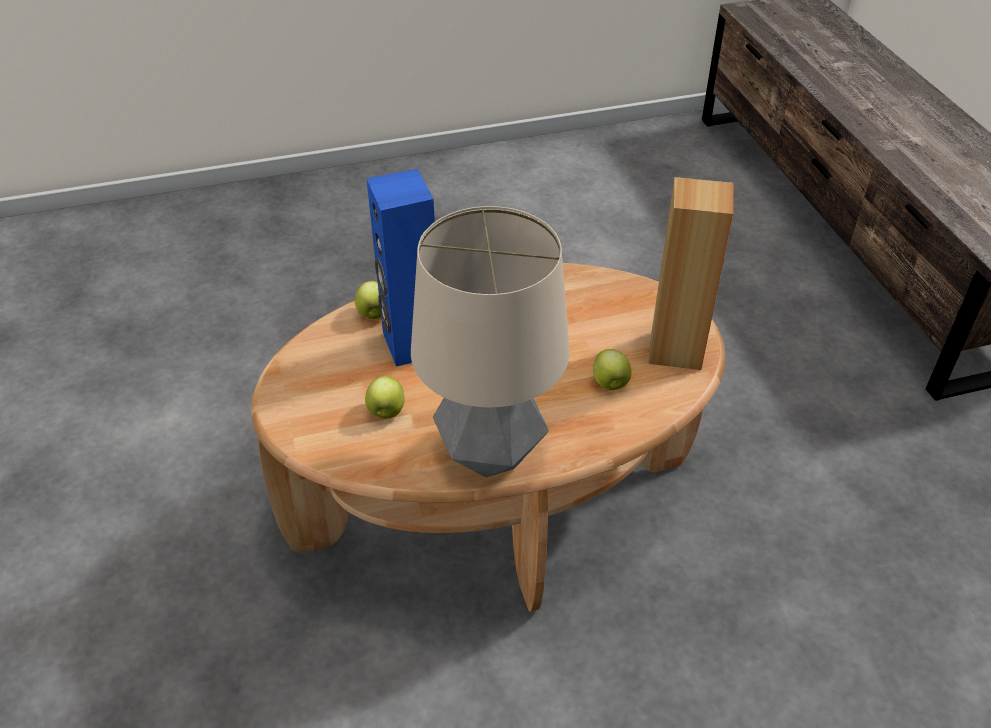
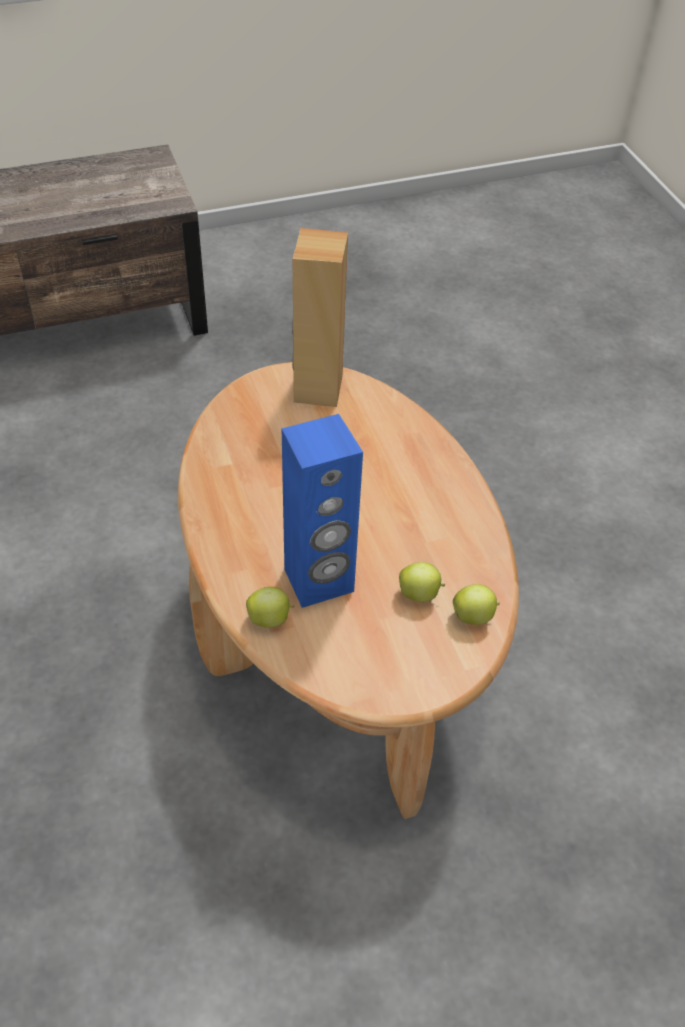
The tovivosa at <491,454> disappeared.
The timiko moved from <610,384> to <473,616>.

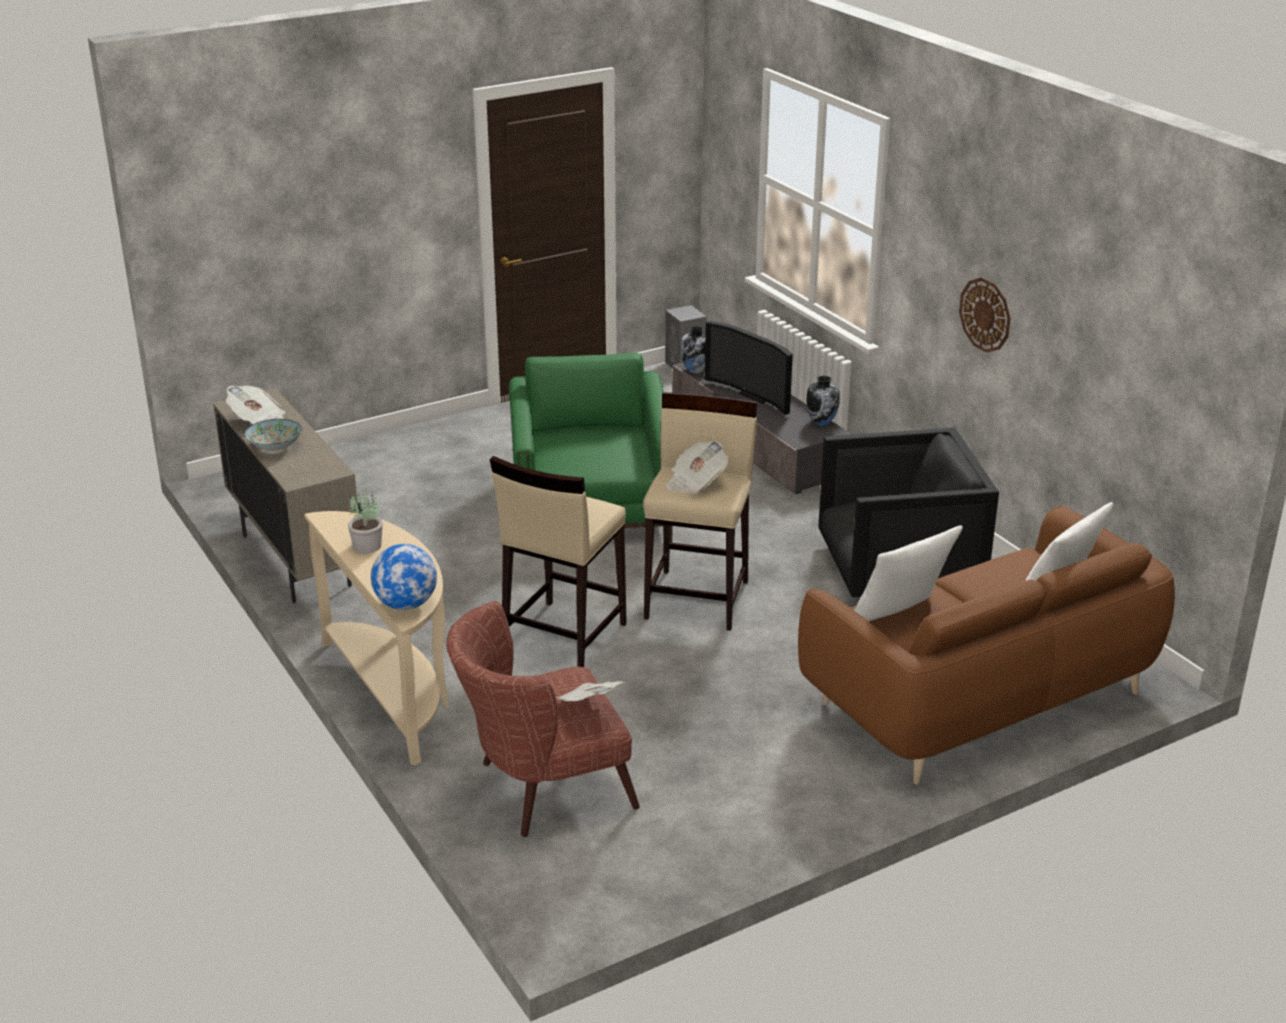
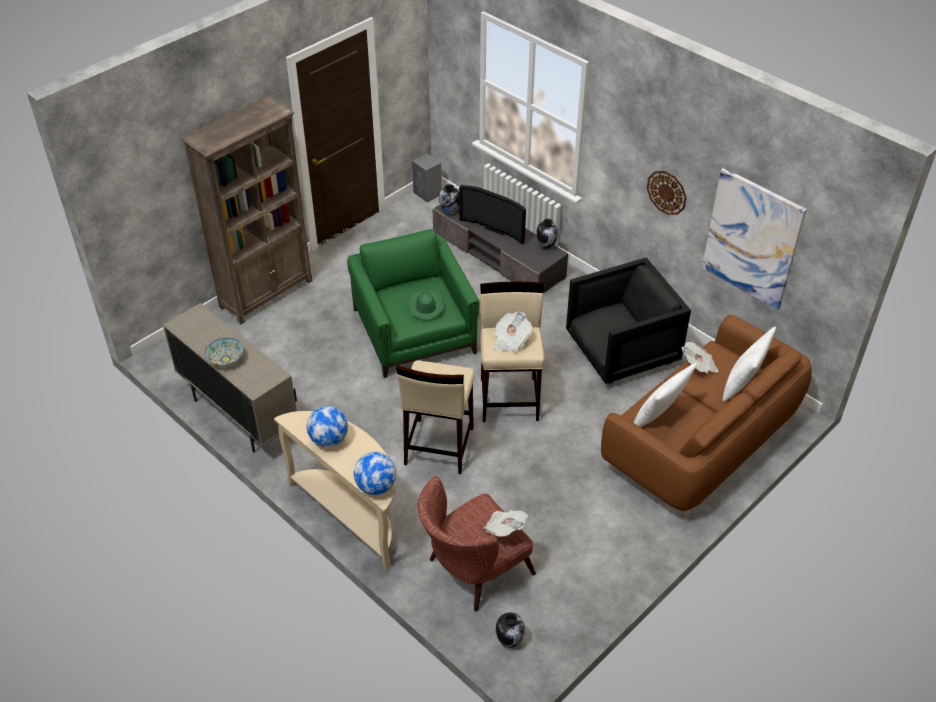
The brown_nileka at <267,293> appeared.
The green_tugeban at <425,306> appeared.
The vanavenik at <509,641> appeared.
The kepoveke at <752,239> appeared.
The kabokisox moved from <258,421> to <698,366>.
The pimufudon at <368,546> was replaced by the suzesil at <329,439>.

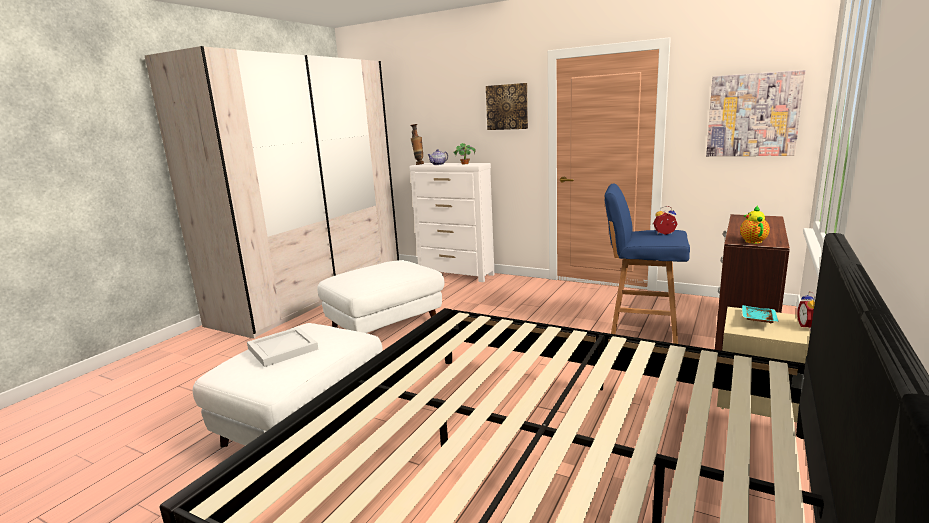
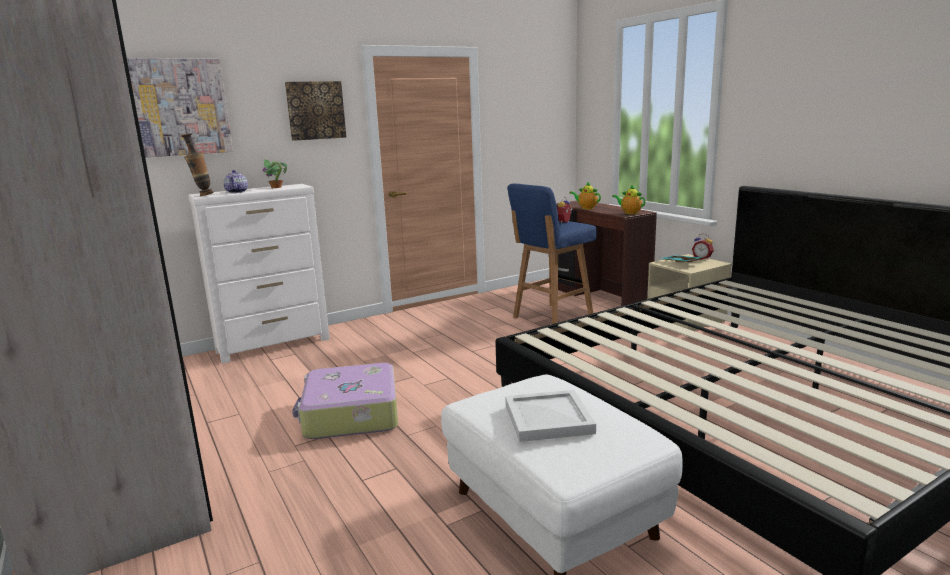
The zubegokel at <586,208> appeared.
The kepoveke moved from <753,115> to <177,107>.
The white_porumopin at <385,324> was replaced by the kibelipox at <350,415>.

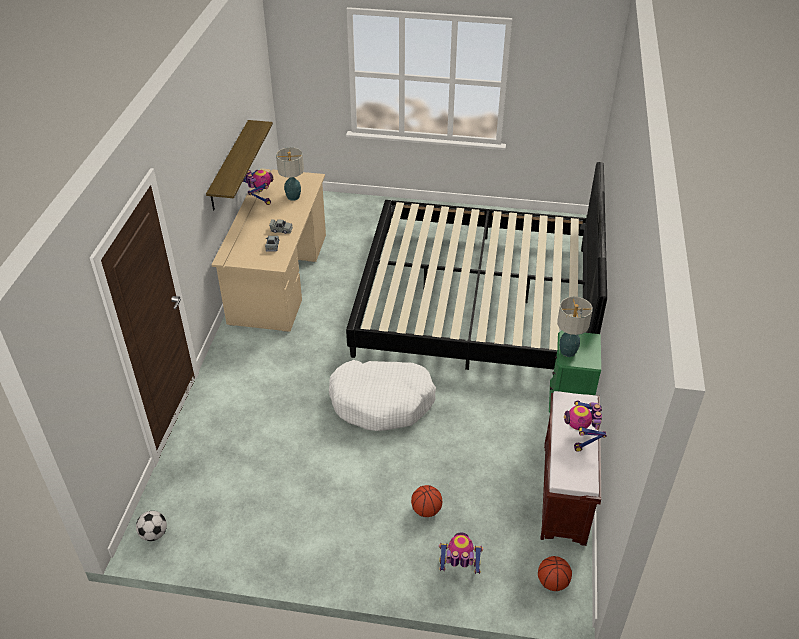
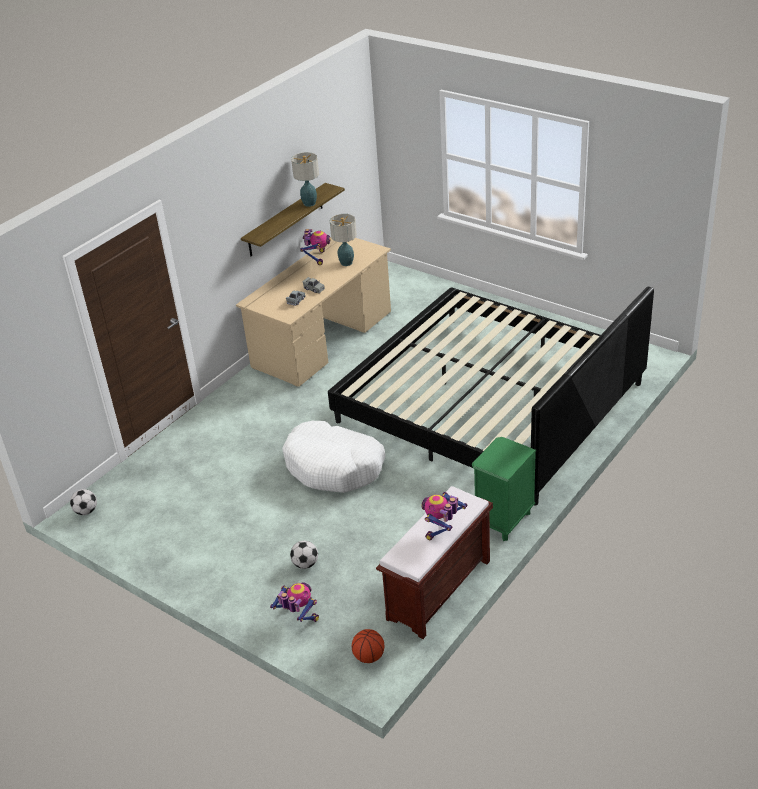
The tovivosa moved from <568,351> to <309,203>.
The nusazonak at <426,510> was replaced by the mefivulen at <305,564>.

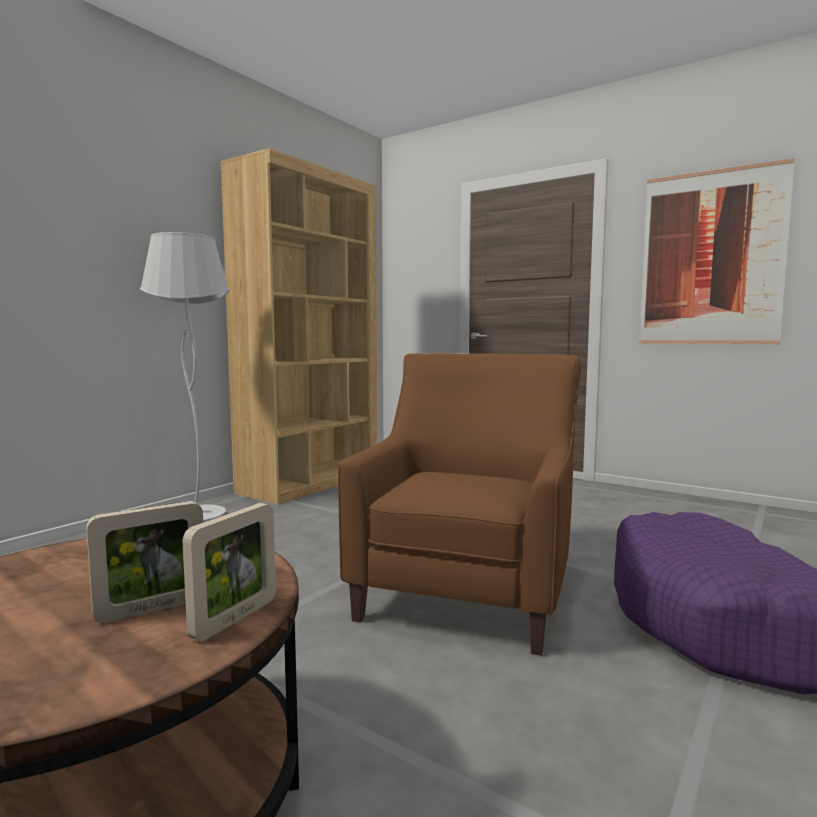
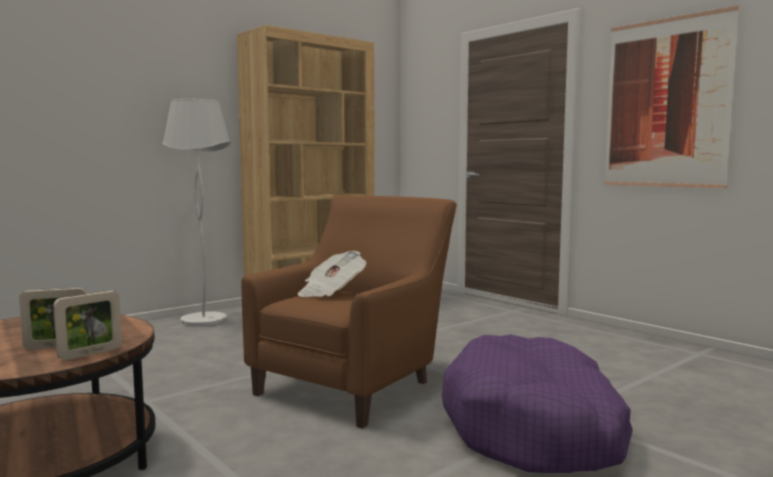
The kabokisox at <331,292> appeared.

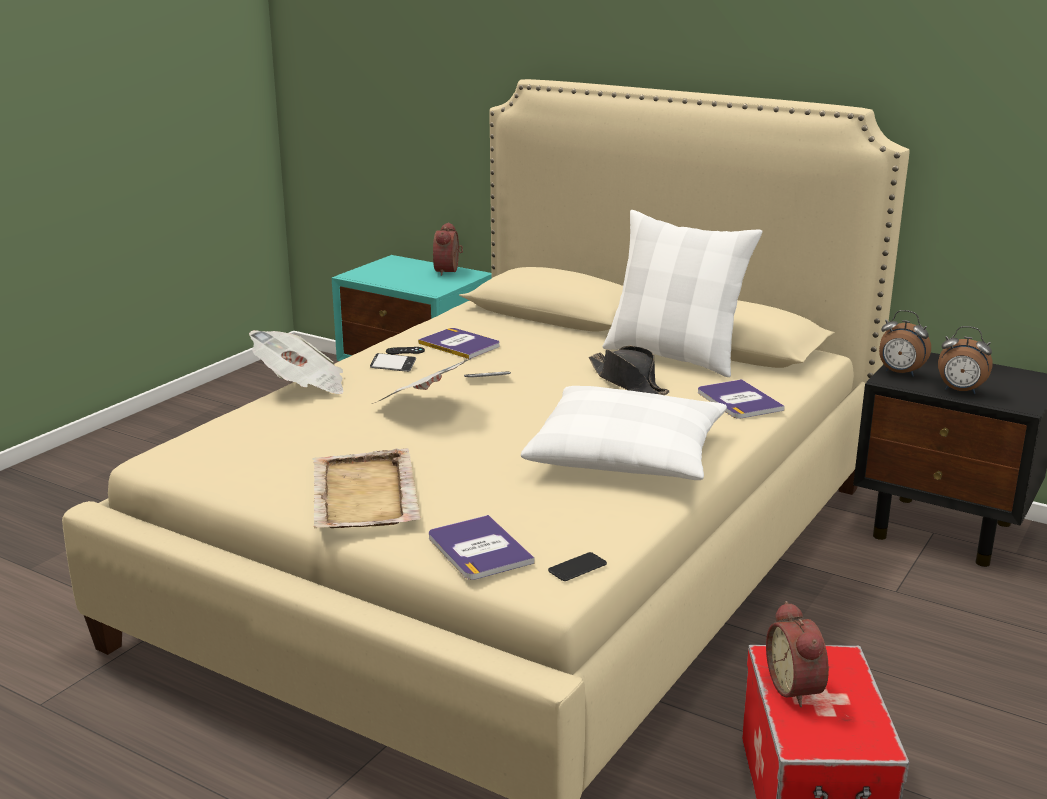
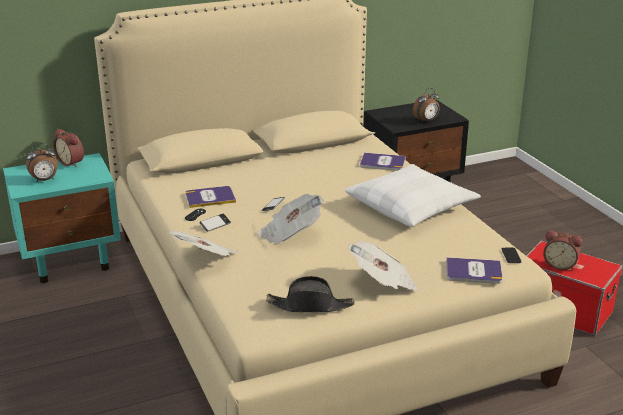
The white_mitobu at <674,356> disappeared.
The black_tugeban moved from <628,382> to <310,305>.
The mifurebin moved from <899,373> to <45,180>.
The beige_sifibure at <364,495> was replaced by the kabokisox at <383,282>.

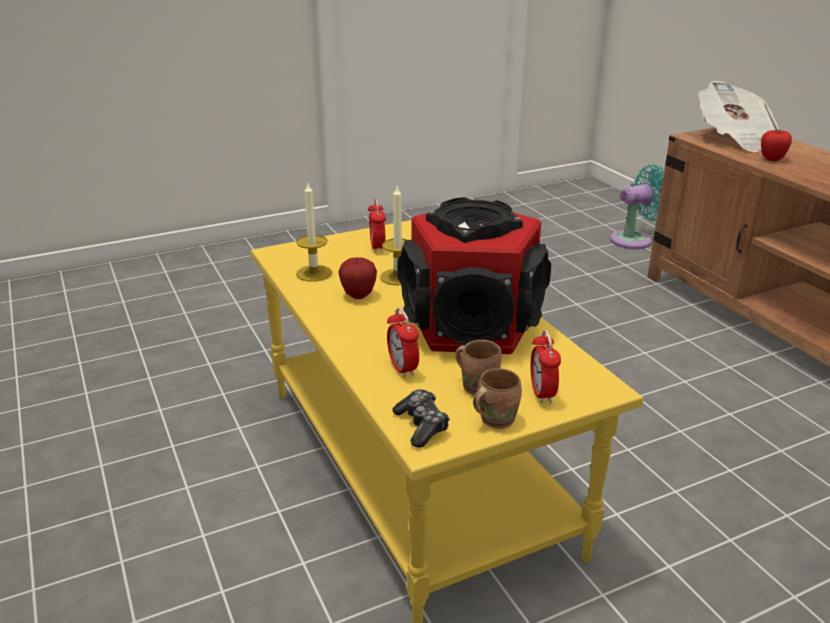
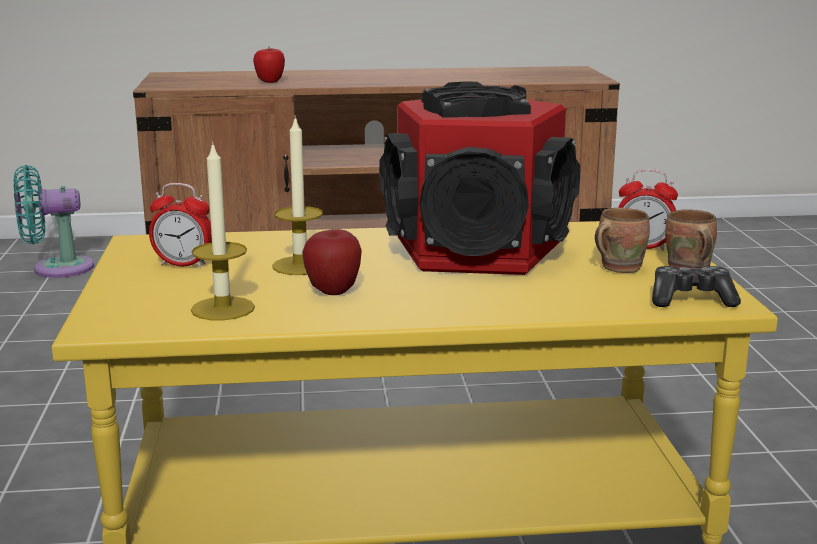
The mifurebin at <403,368> disappeared.
The kabokisox at <735,139> disappeared.
The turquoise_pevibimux at <635,240> turned 105 degrees counterclockwise.

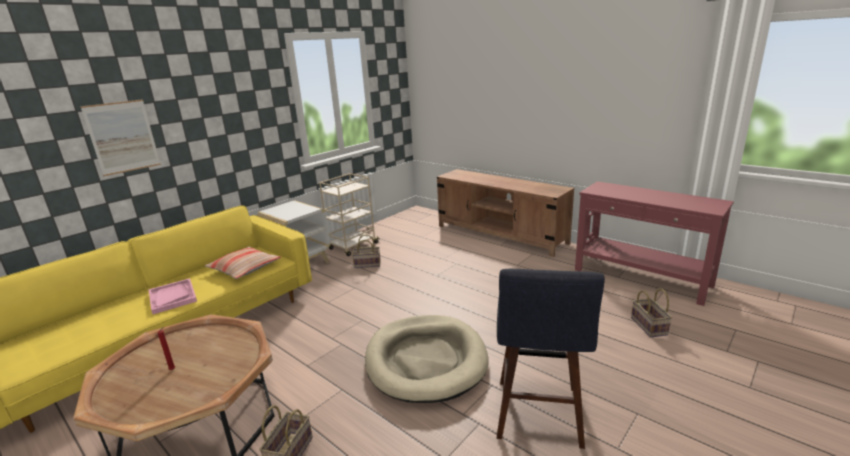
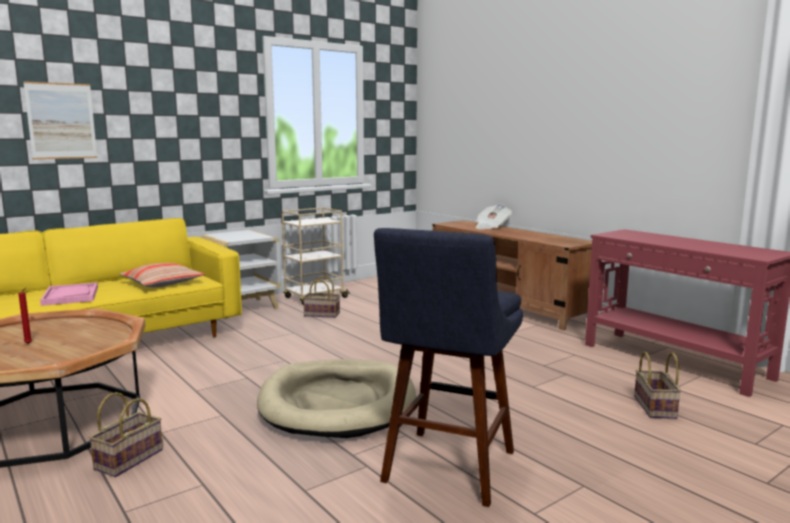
The kabokisox at <491,227> appeared.

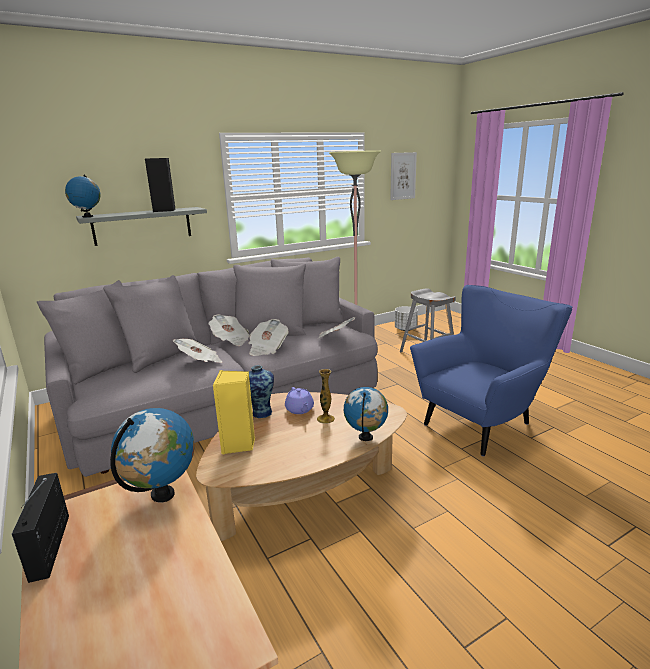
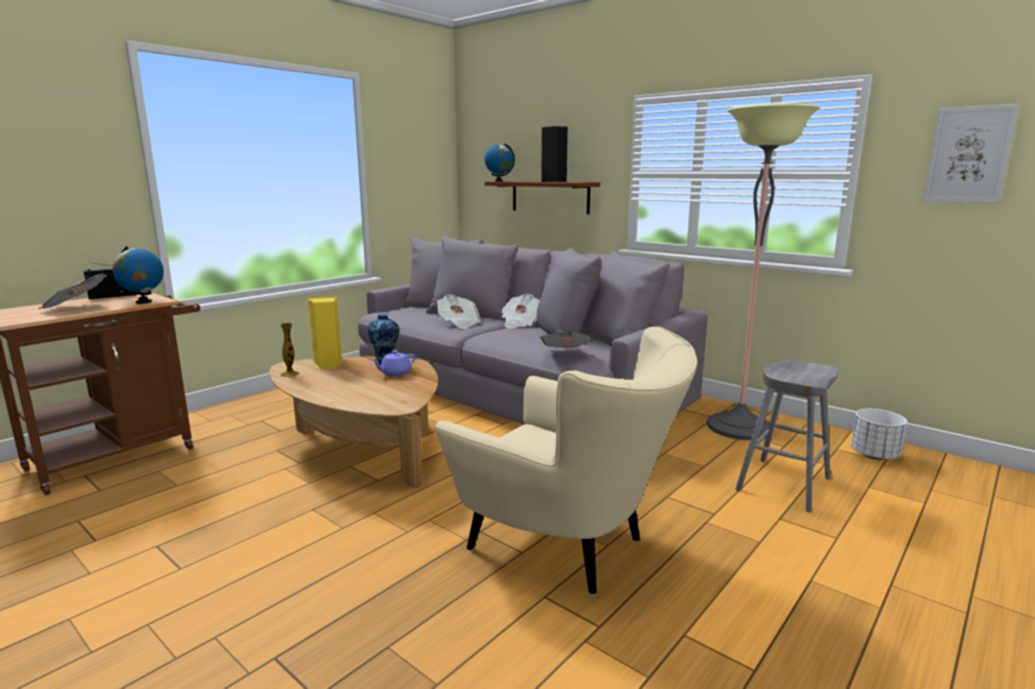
The suzesil at <366,437> disappeared.
The kabokisox moved from <267,348> to <76,308>.
The vanavenik moved from <325,419> to <289,374>.
The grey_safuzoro at <142,226> became the brown_safuzoro at <550,197>.
The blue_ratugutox at <483,422> became the beige_ratugutox at <568,547>.

